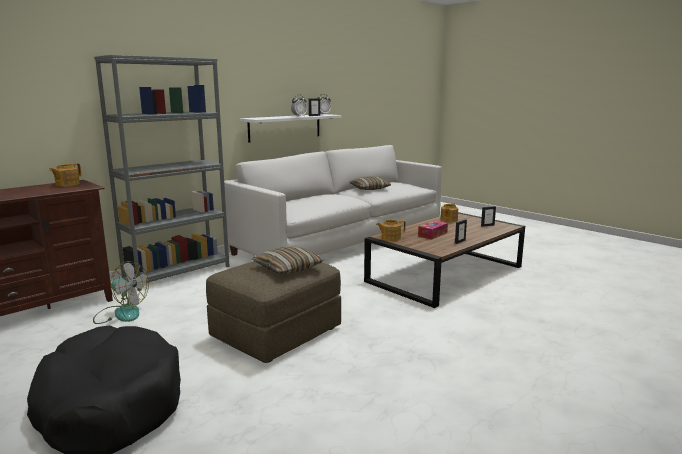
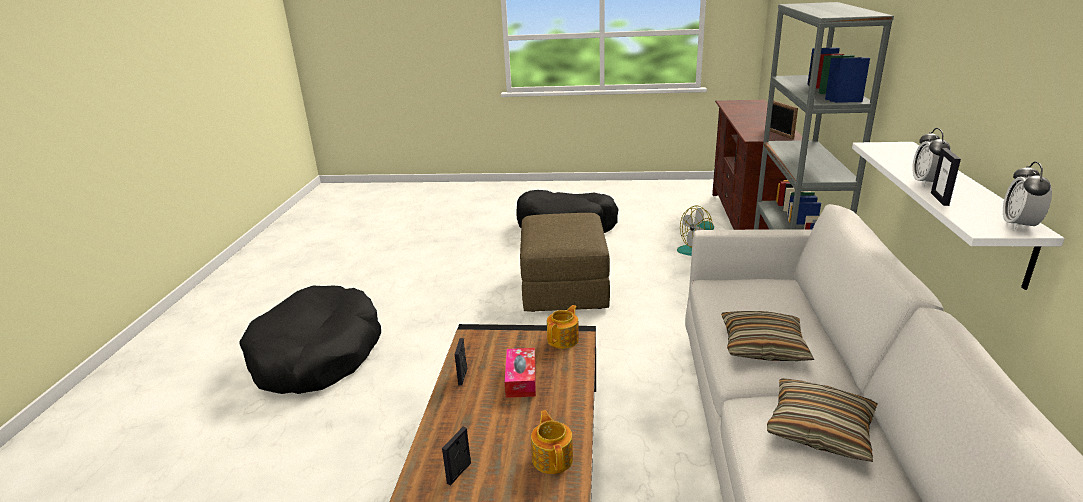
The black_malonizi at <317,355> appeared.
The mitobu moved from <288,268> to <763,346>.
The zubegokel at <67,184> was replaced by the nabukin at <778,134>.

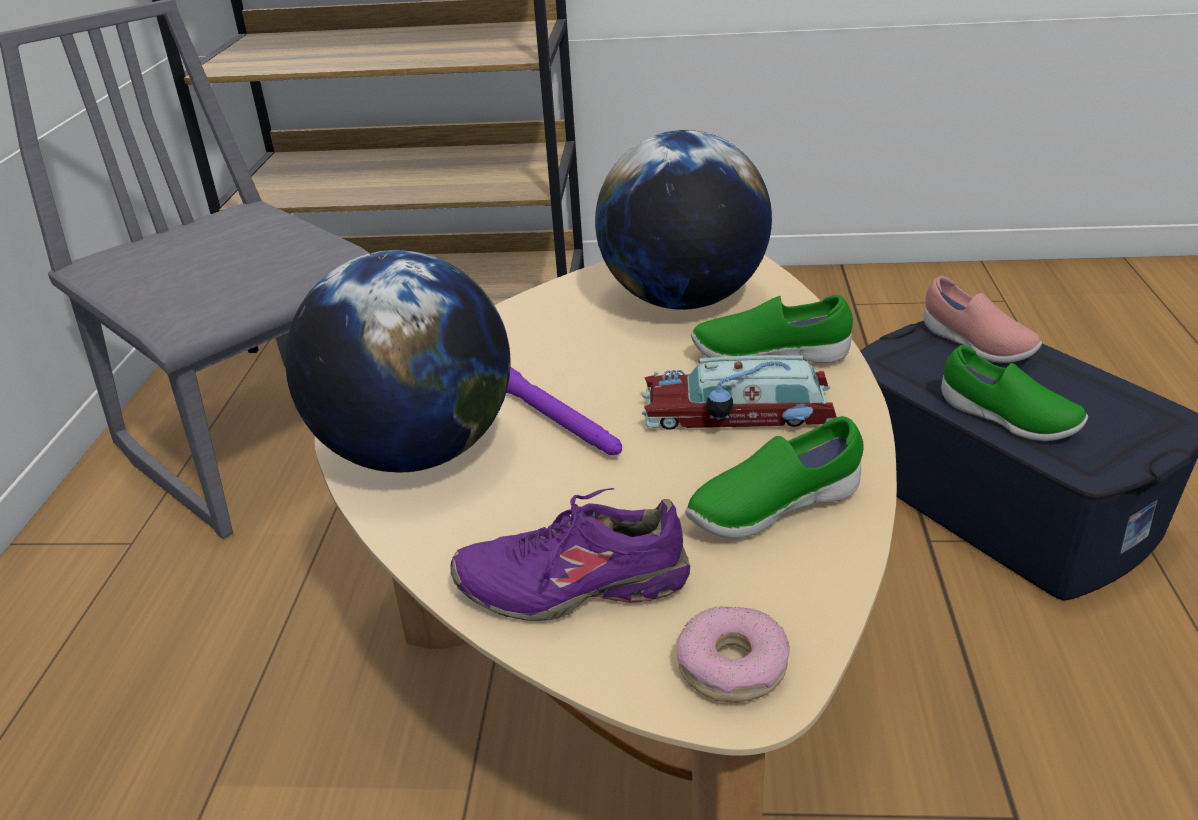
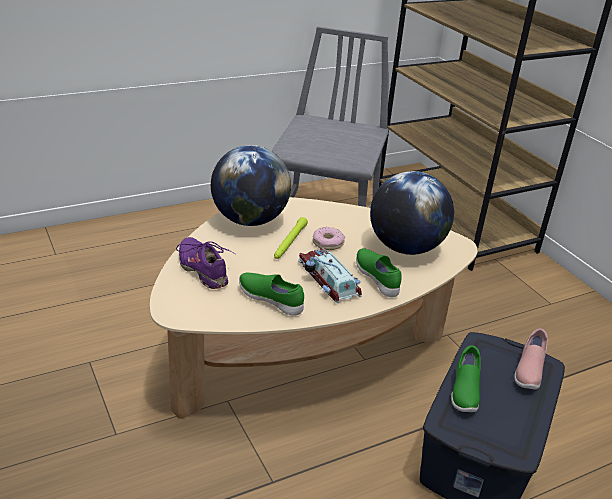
The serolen moved from <732,665> to <328,243>.
The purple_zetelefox at <559,422> became the green_zetelefox at <289,242>.

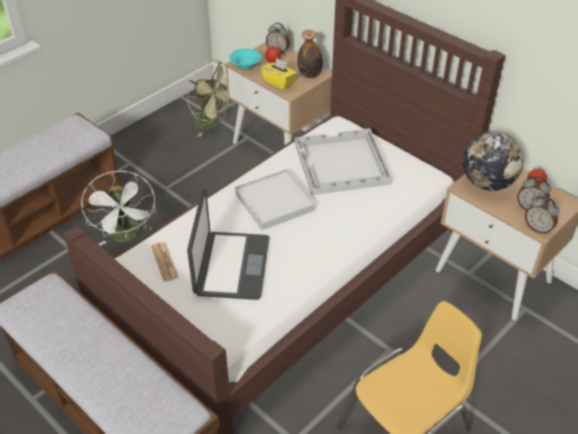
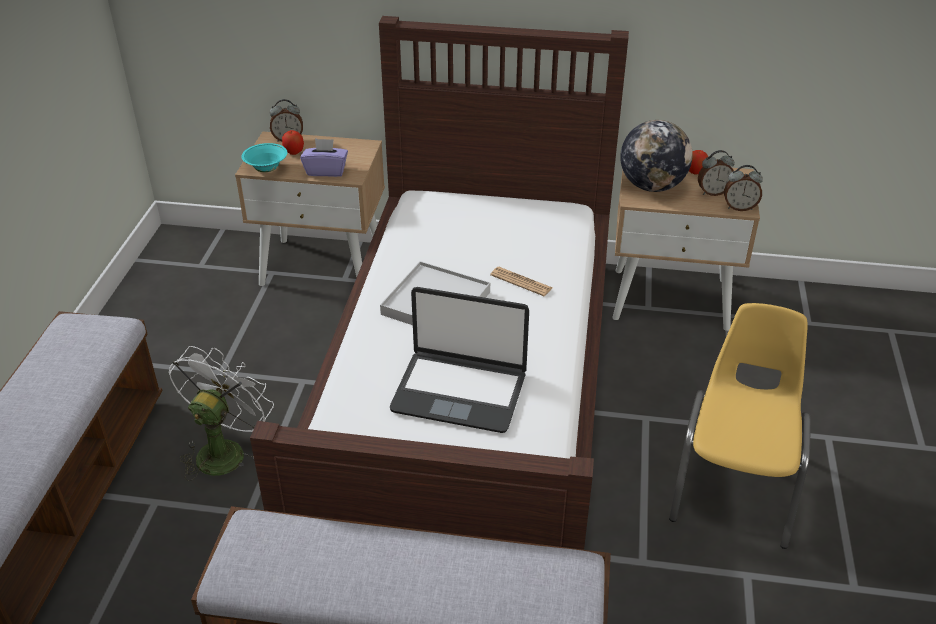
The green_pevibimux at <212,123> disappeared.
The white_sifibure at <341,164> disappeared.
The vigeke at <310,75> disappeared.
The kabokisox moved from <164,262> to <521,282>.
The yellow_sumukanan at <279,82> became the purple_sumukanan at <326,171>.
The white_pevibimux at <127,236> turned 105 degrees counterclockwise.
The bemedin at <231,266> turned 135 degrees clockwise.

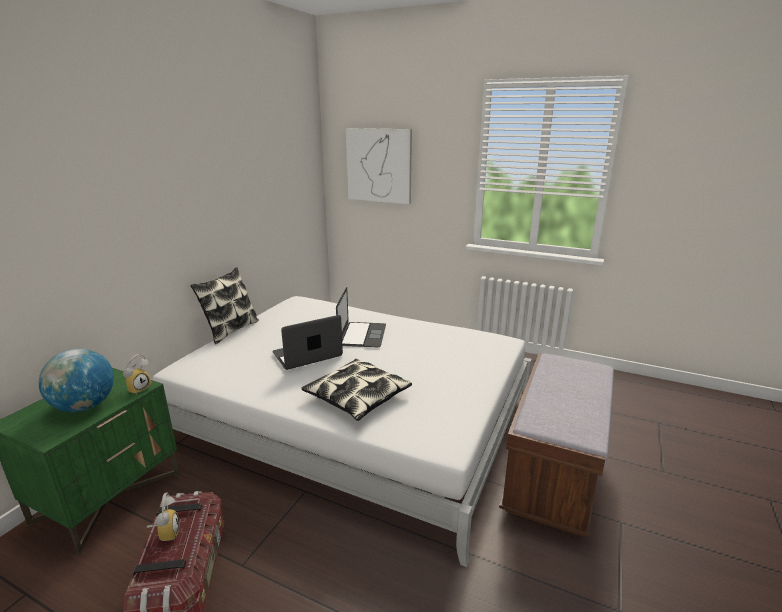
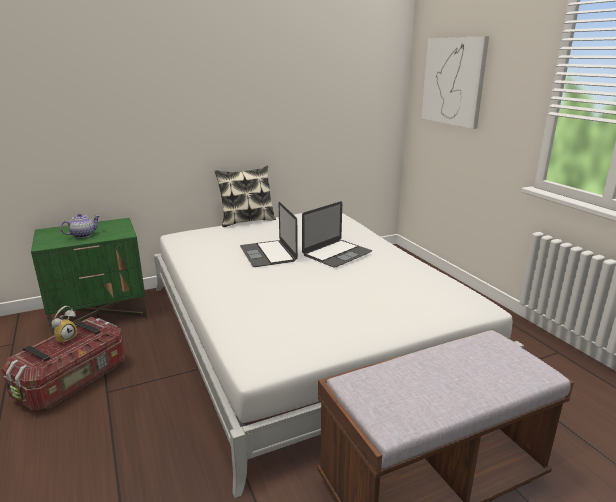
The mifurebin at <138,388> disappeared.
The mitobu at <357,397> disappeared.
The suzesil at <85,406> was replaced by the zubegokel at <83,235>.
The bemedin at <307,354> turned 120 degrees counterclockwise.

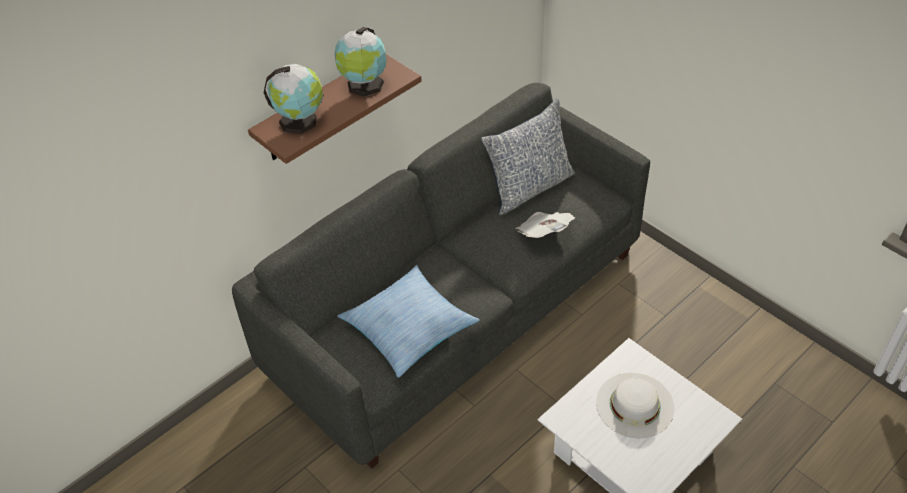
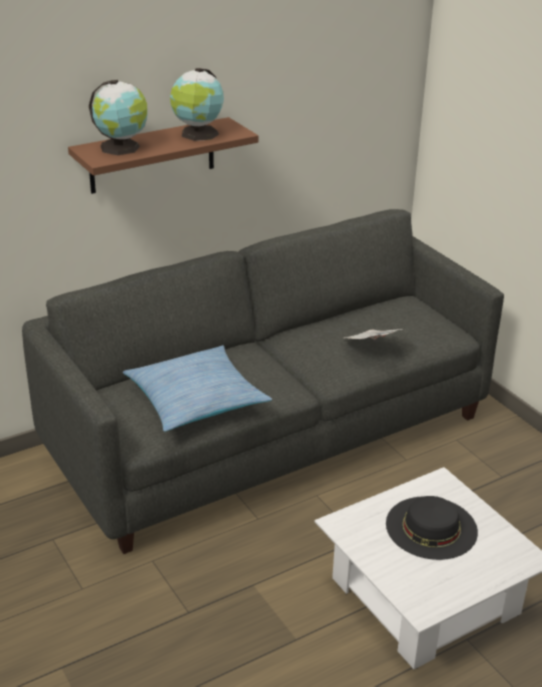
The mitobu at <529,187> disappeared.
The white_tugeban at <635,405> became the black_tugeban at <431,527>.

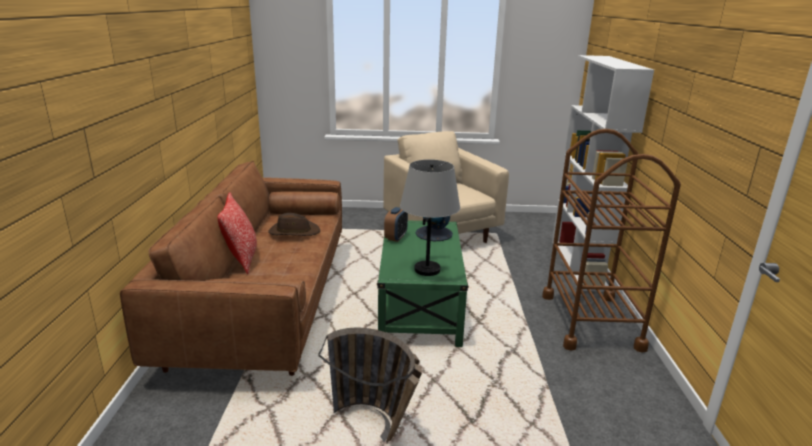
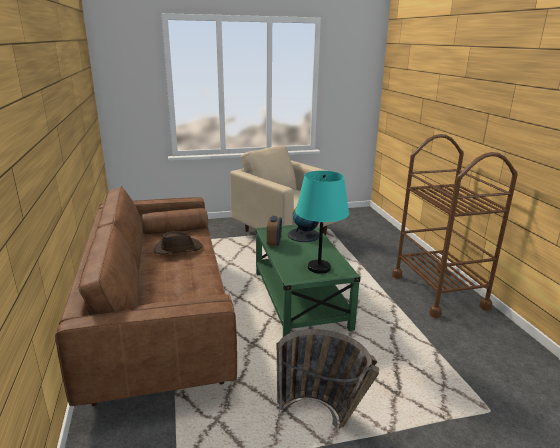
The mitobu at <242,259> disappeared.
The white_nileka at <579,265> disappeared.
The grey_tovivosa at <427,269> became the turquoise_tovivosa at <318,267>.

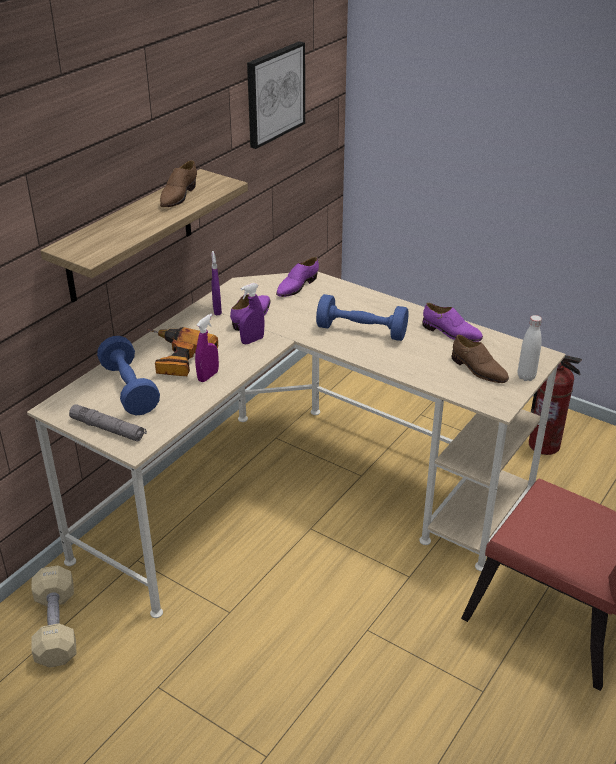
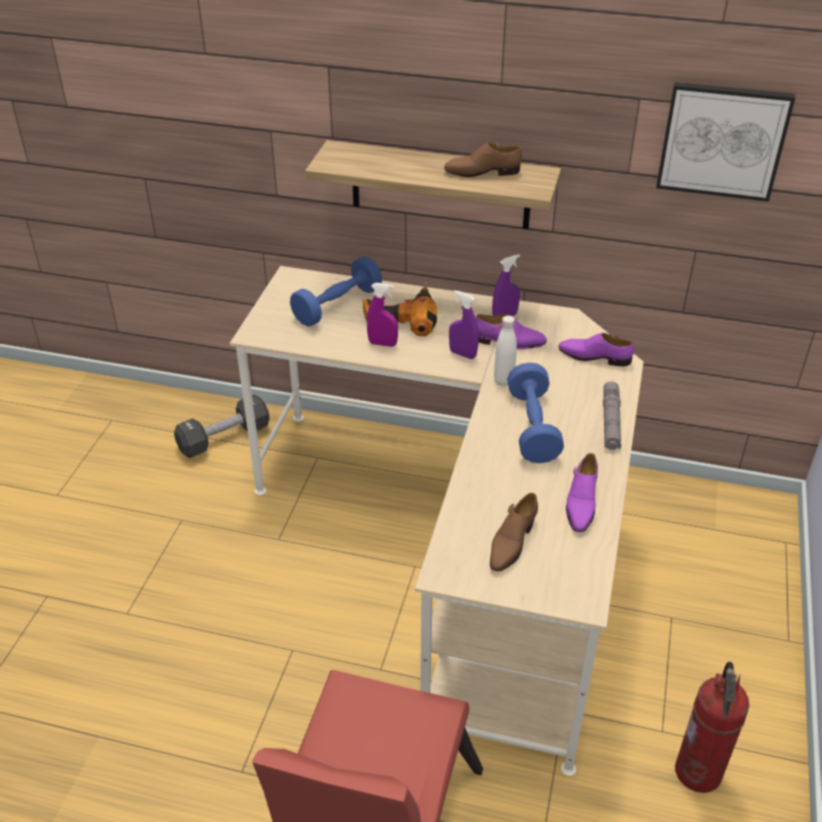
The grey_zetelefox moved from <108,429> to <610,422>.
The white_vigeke moved from <526,377> to <503,381>.
The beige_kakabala at <56,627> became the black_kakabala at <224,438>.

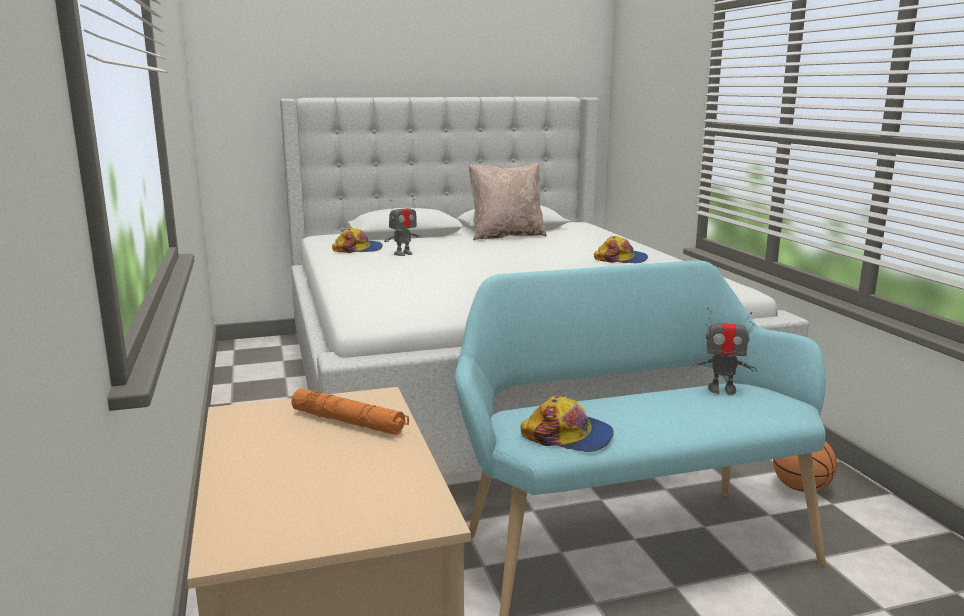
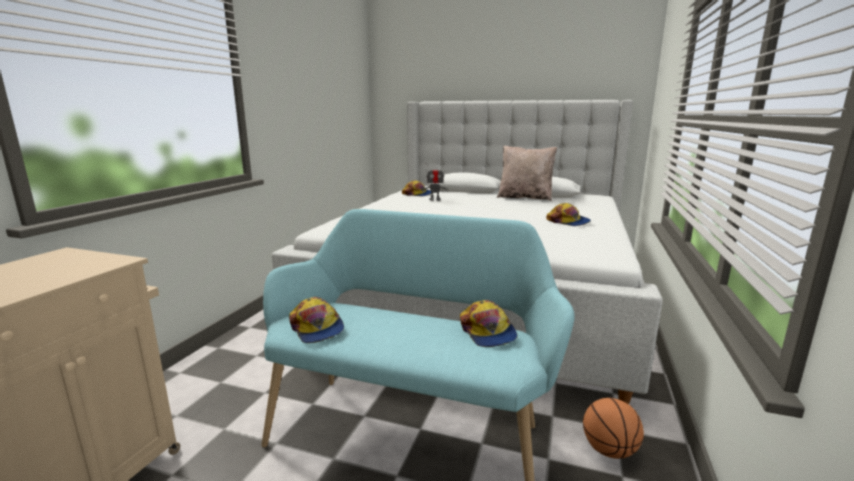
The orange_zetelefox at <349,422> disappeared.
The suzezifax at <722,390> was replaced by the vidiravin at <488,332>.

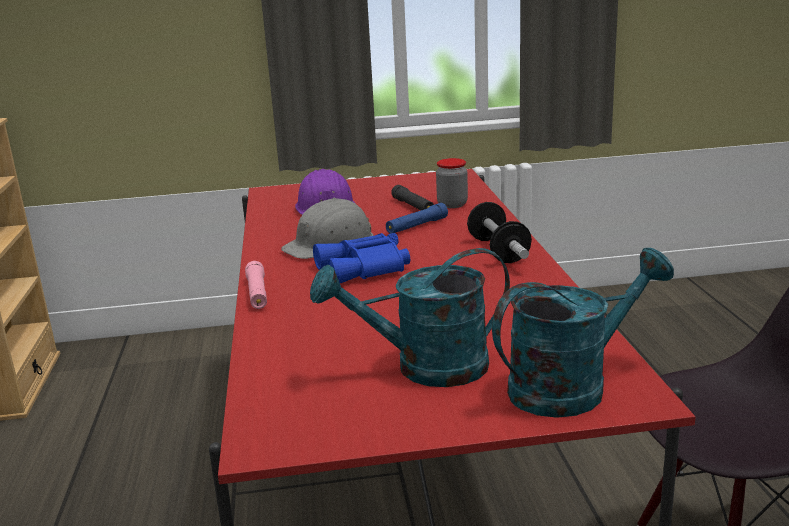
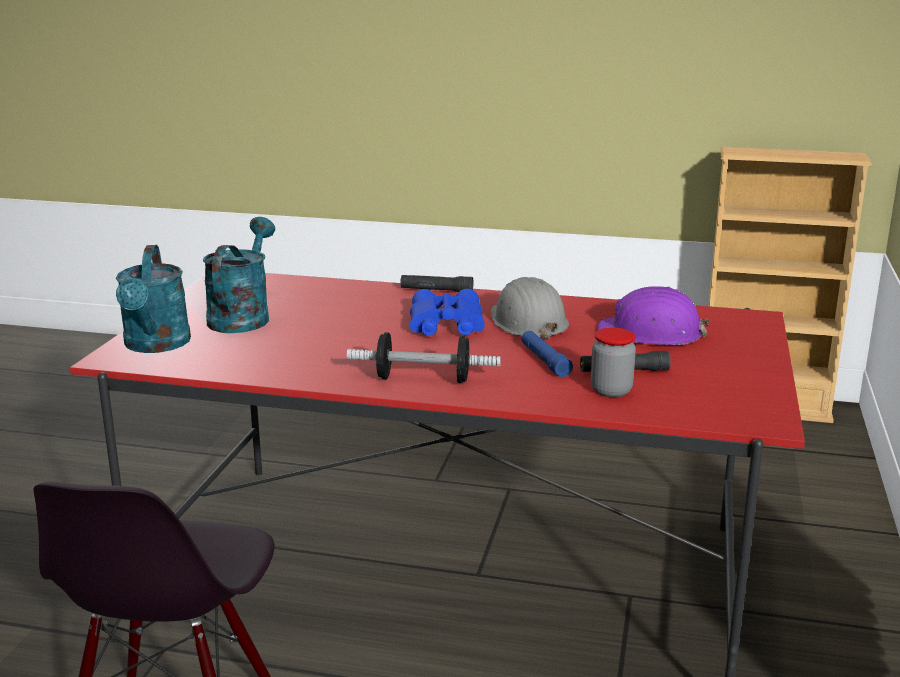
The pink_zetelefox at <257,293> became the black_zetelefox at <436,290>.

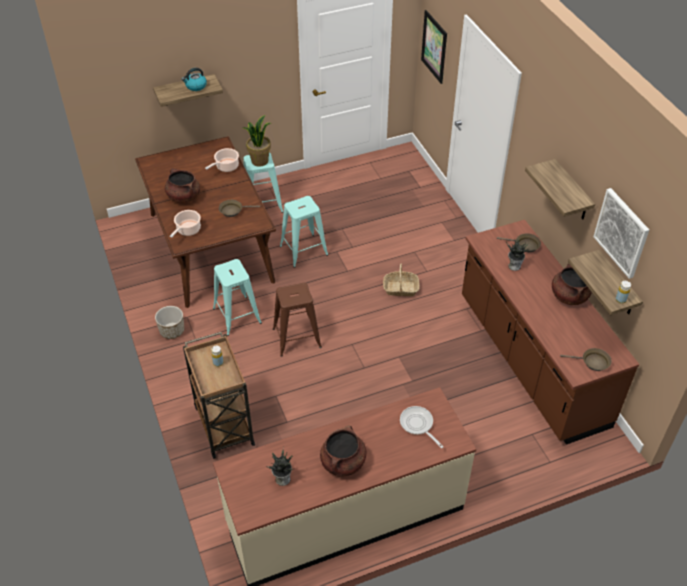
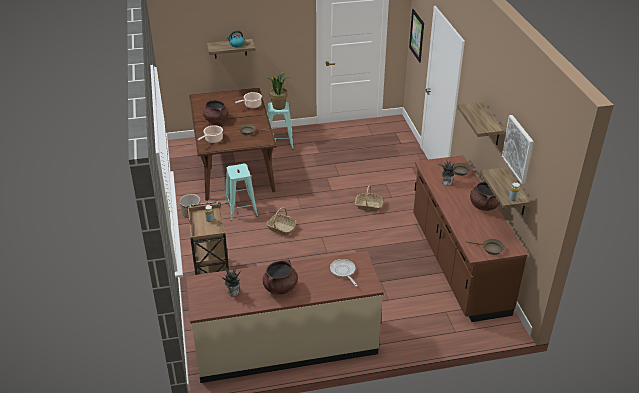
The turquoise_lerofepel at <303,250> disappeared.
The brown_lerofepel at <296,338> was replaced by the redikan at <281,228>.

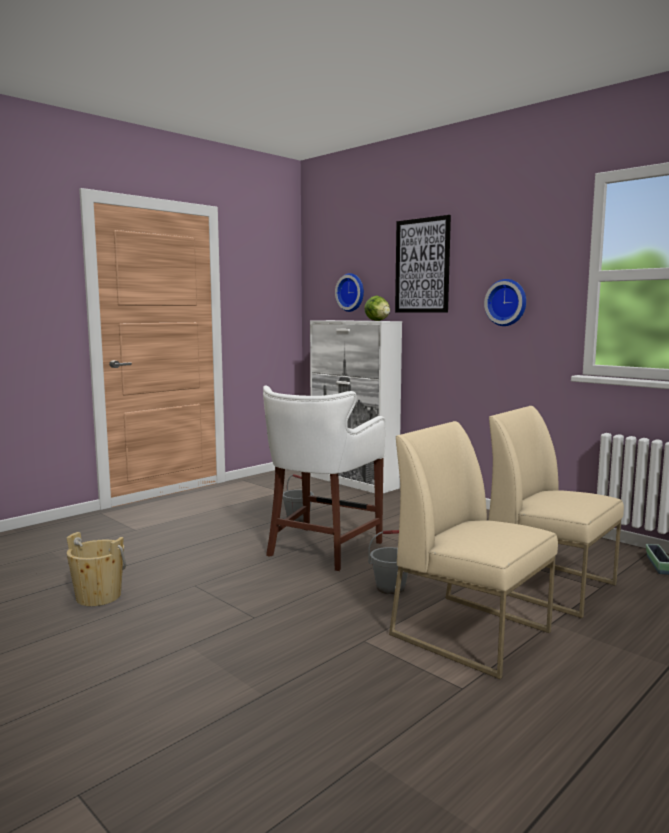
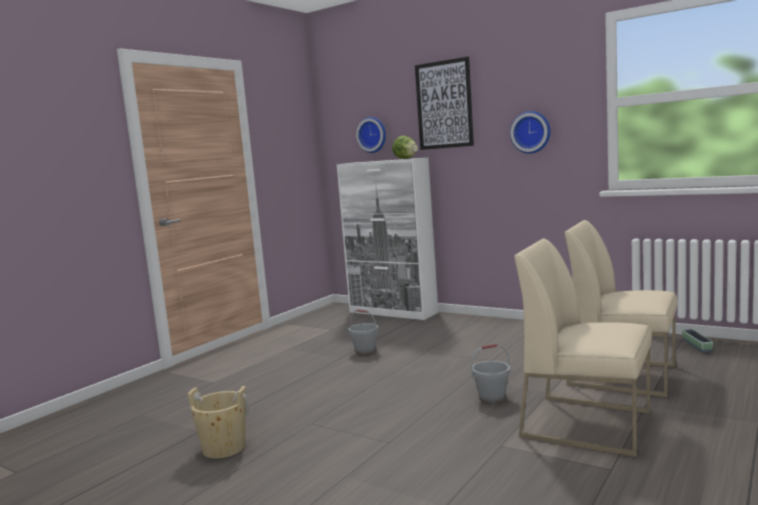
The white_lerofepel at <321,549> disappeared.

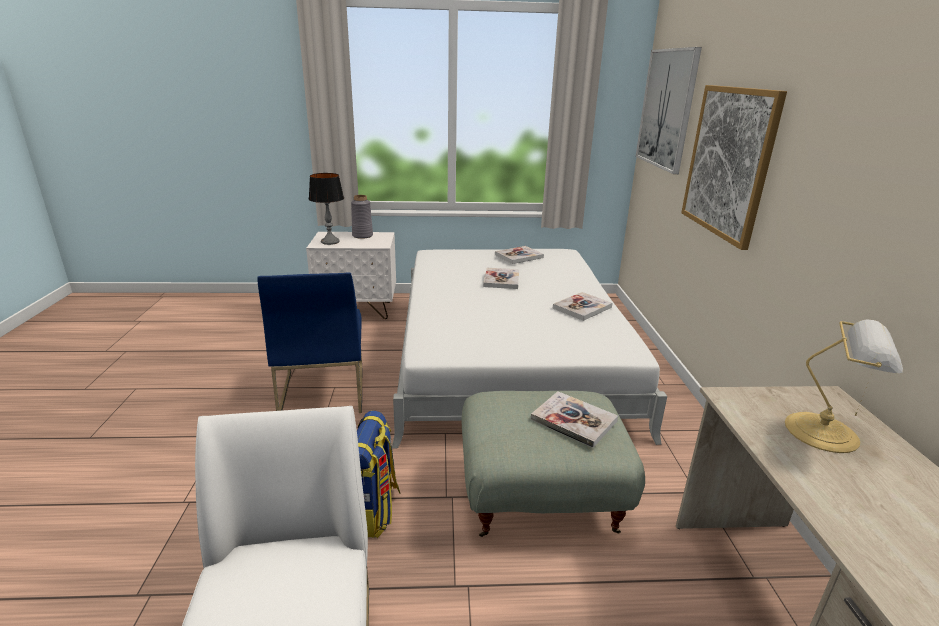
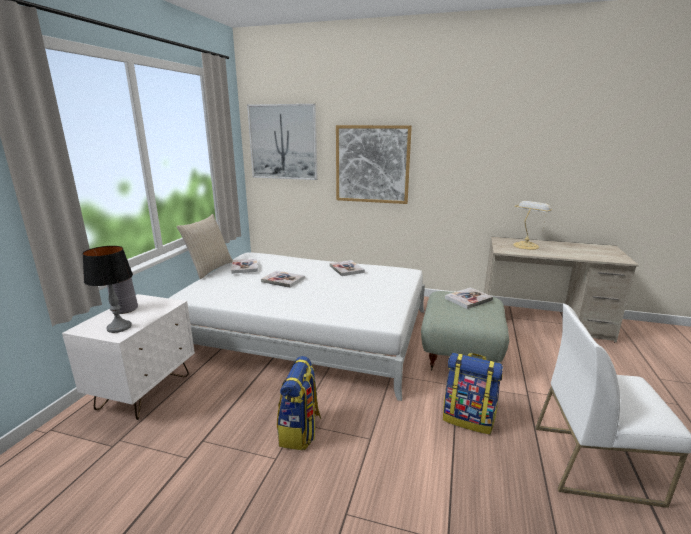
The beige_mitobu at <209,269> appeared.
The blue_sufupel at <322,391> was replaced by the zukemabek at <300,432>.

